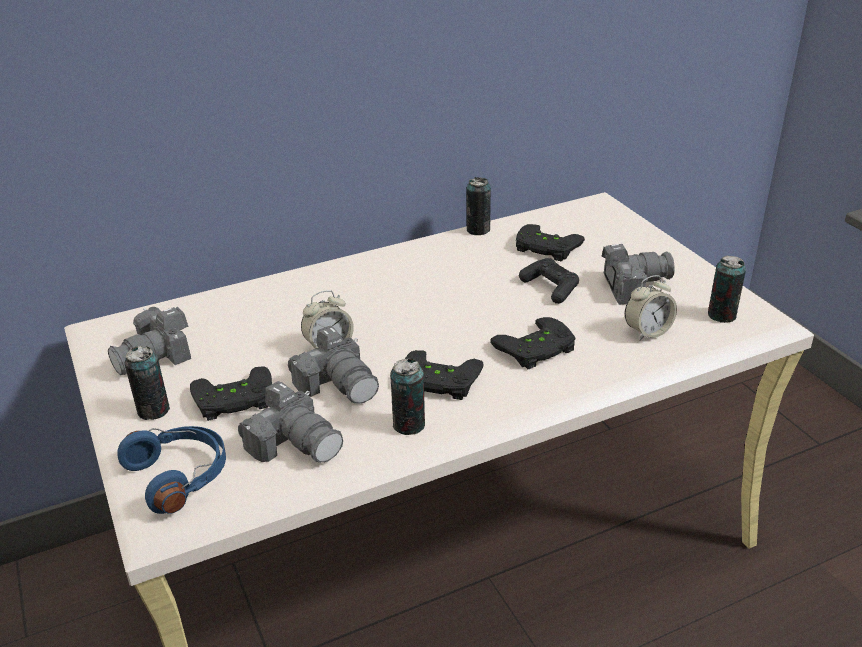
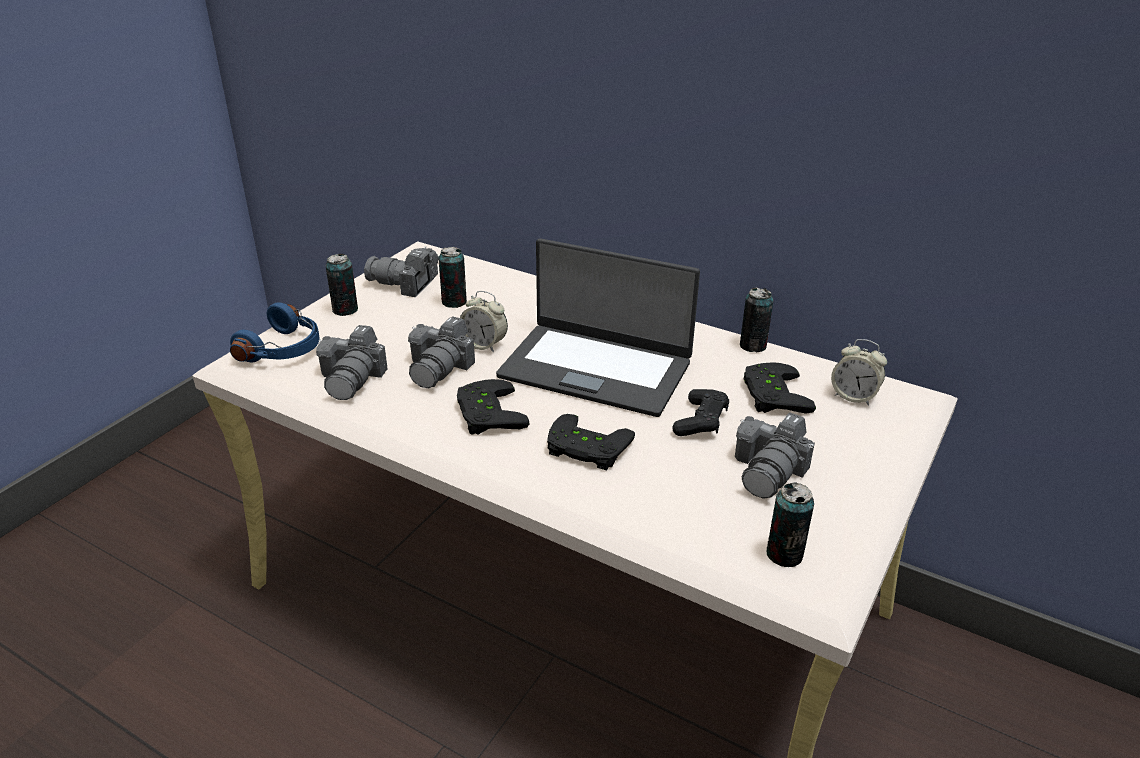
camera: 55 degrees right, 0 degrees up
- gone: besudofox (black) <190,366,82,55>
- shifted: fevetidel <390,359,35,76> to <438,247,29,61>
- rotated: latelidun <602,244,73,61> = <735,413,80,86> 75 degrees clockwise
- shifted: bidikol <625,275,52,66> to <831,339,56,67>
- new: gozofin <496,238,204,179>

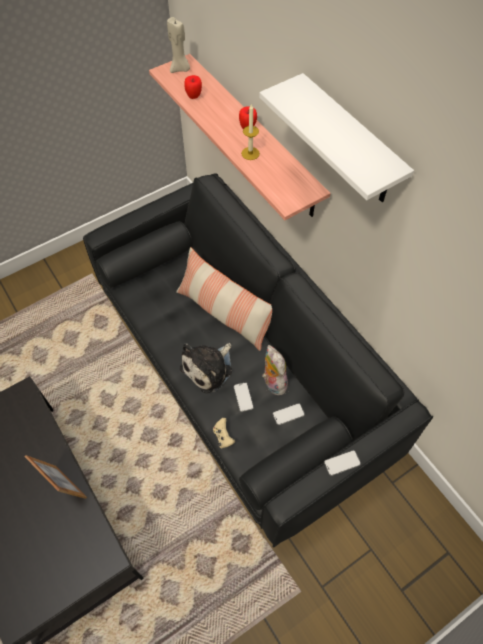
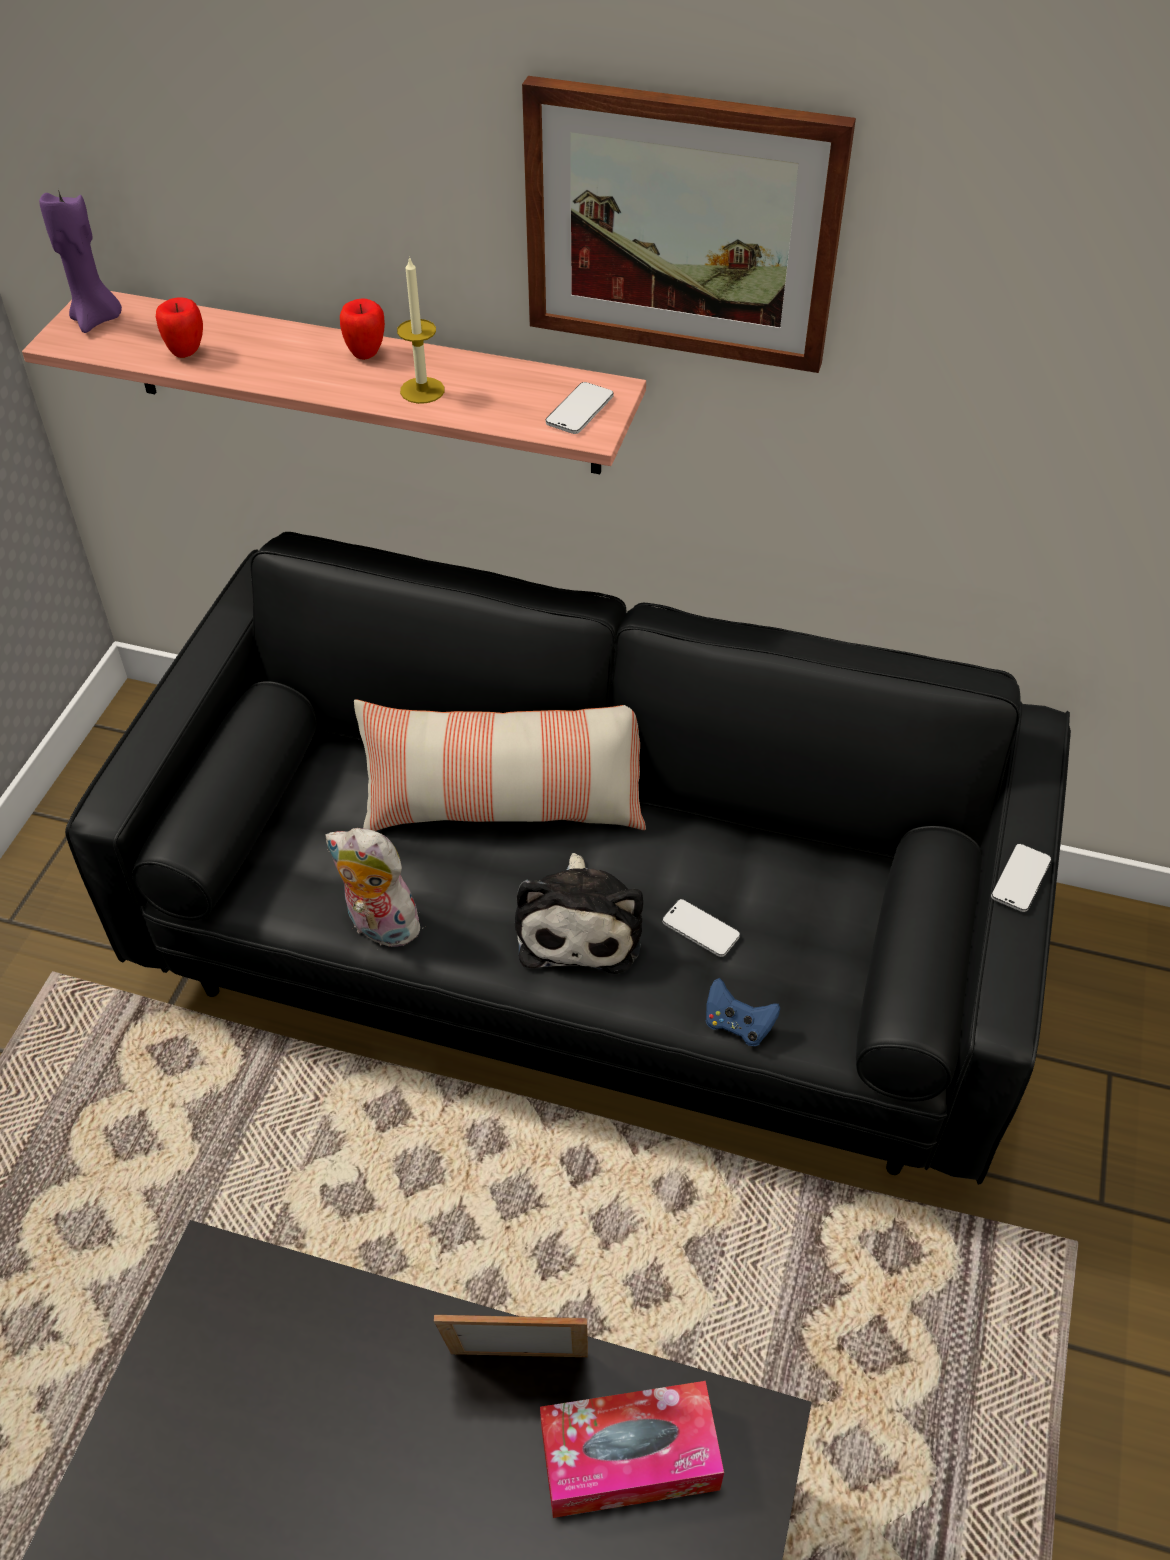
camera: 40 degrees left, 10 degrees down
- repainted: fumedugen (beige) <167,17,23,56> to fumedugen (purple) <39,190,83,143>
- repainted: besudofox (beige) <213,418,22,31> to besudofox (blue) <706,978,74,68>
- swapped: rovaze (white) <259,73,155,129> to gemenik <522,76,334,297>
- shifted: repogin <262,345,26,50> to <325,828,104,119>
- shifted: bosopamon <273,403,32,22> to <546,382,67,52>
- new: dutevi <540,1381,184,137>

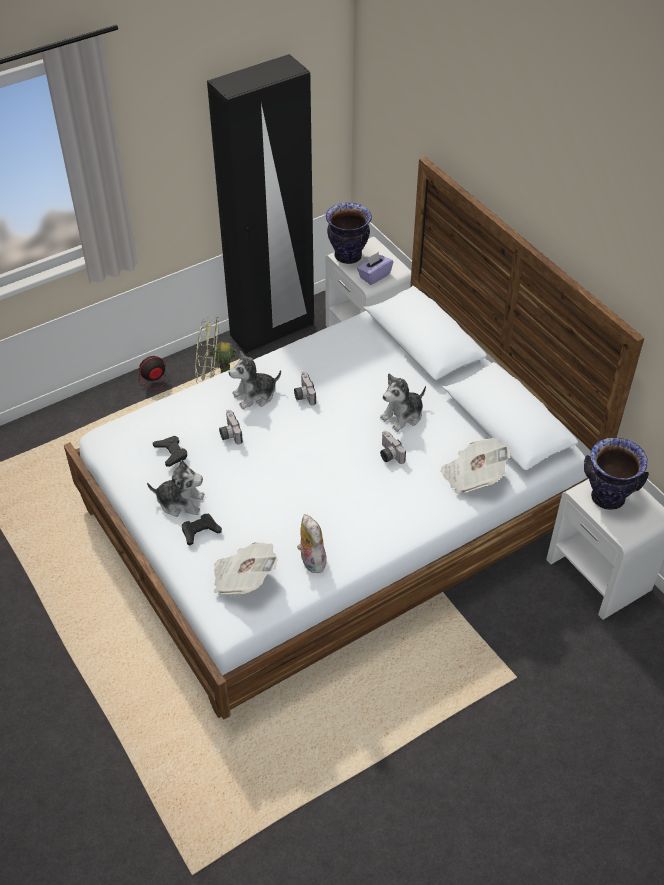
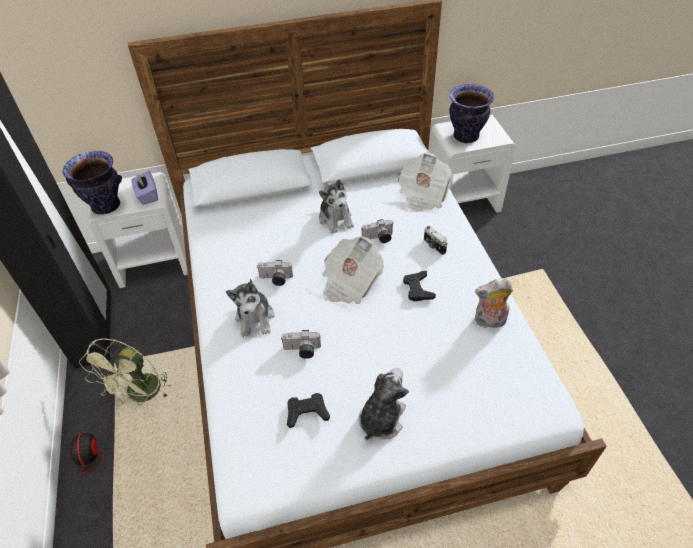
camera: 70 degrees left, 0 degrees up
- shifted: besudofox (black) <182,514,40,32> to <403,271,33,30>
- shifted: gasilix <214,542,63,52> to <322,236,62,68>
- new: latelidun <424,226,24,29>

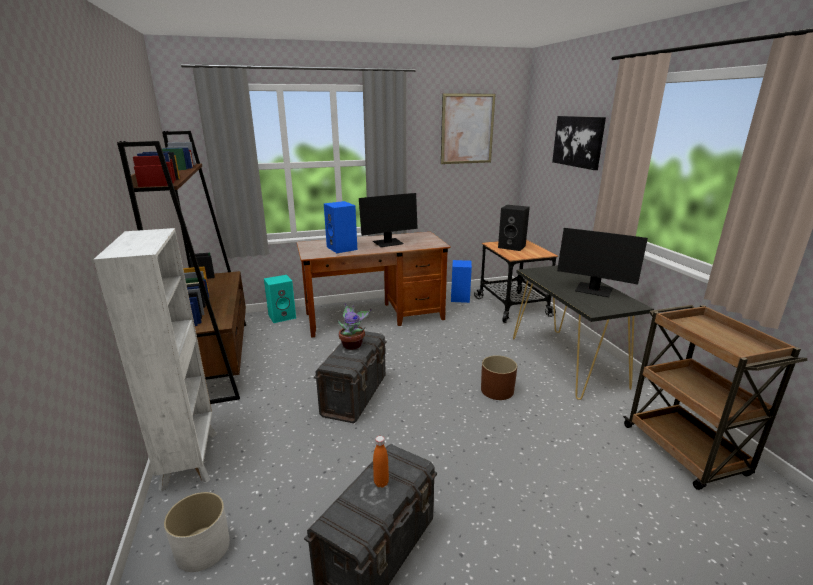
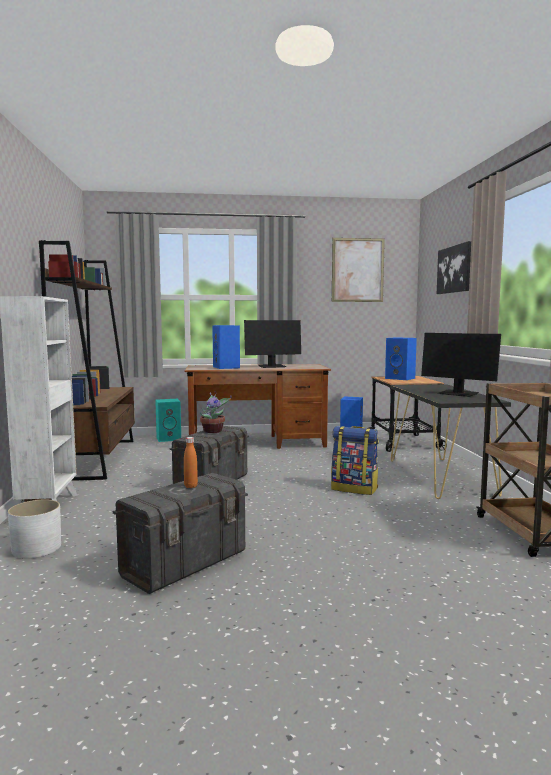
camera: 10 degrees right, 15 degrees down
- swapped: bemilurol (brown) <481,355,36,45> to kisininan <331,426,48,69>
- repainted: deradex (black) <498,205,32,46> to deradex (blue) <385,337,32,43>

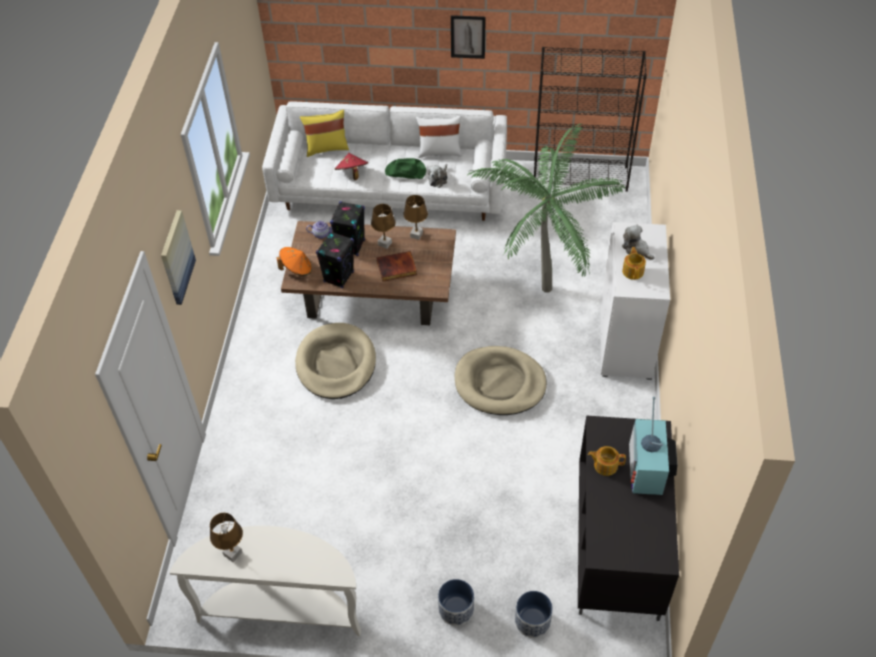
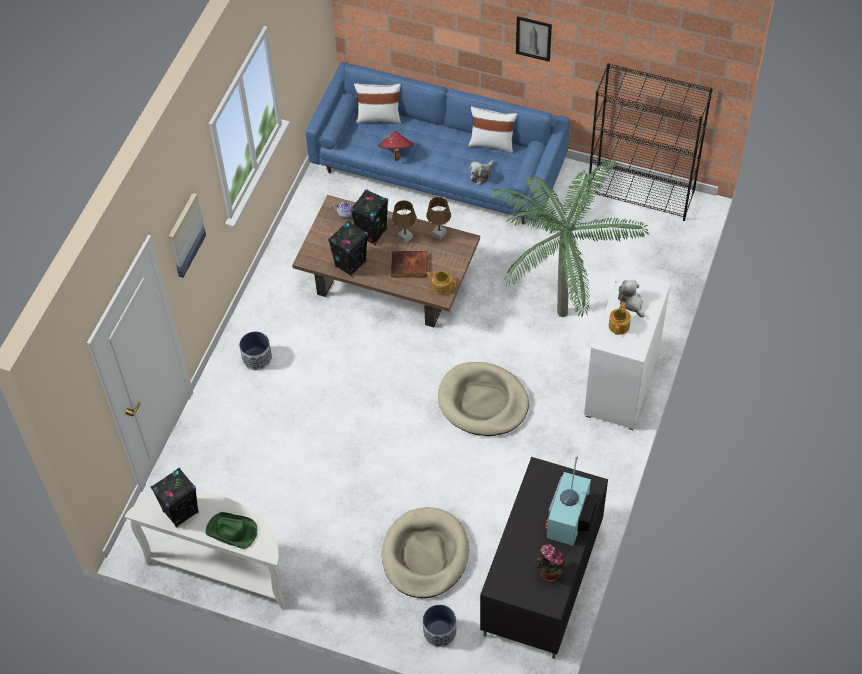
camera: 15 degrees right, 5 degrees up
- swapped: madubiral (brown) <210,513,33,49> to deradex (black) <151,468,48,60>
- repainted: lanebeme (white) <262,101,245,120> to lanebeme (blue) <306,62,264,162>
- gone: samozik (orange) <277,247,35,29>
- shifted: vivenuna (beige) <295,323,81,76> to <382,507,87,91>
- repainted: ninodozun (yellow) <300,109,49,48> to ninodozun (white) <354,83,47,41>
- shifted: samozik (green) <385,158,41,21> to <206,512,51,37>
- shifted: bemilurol <438,579,36,47> to <239,331,33,39>
- shifted: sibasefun <588,446,38,30> to <426,271,30,24>
- new: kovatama <533,544,32,39>

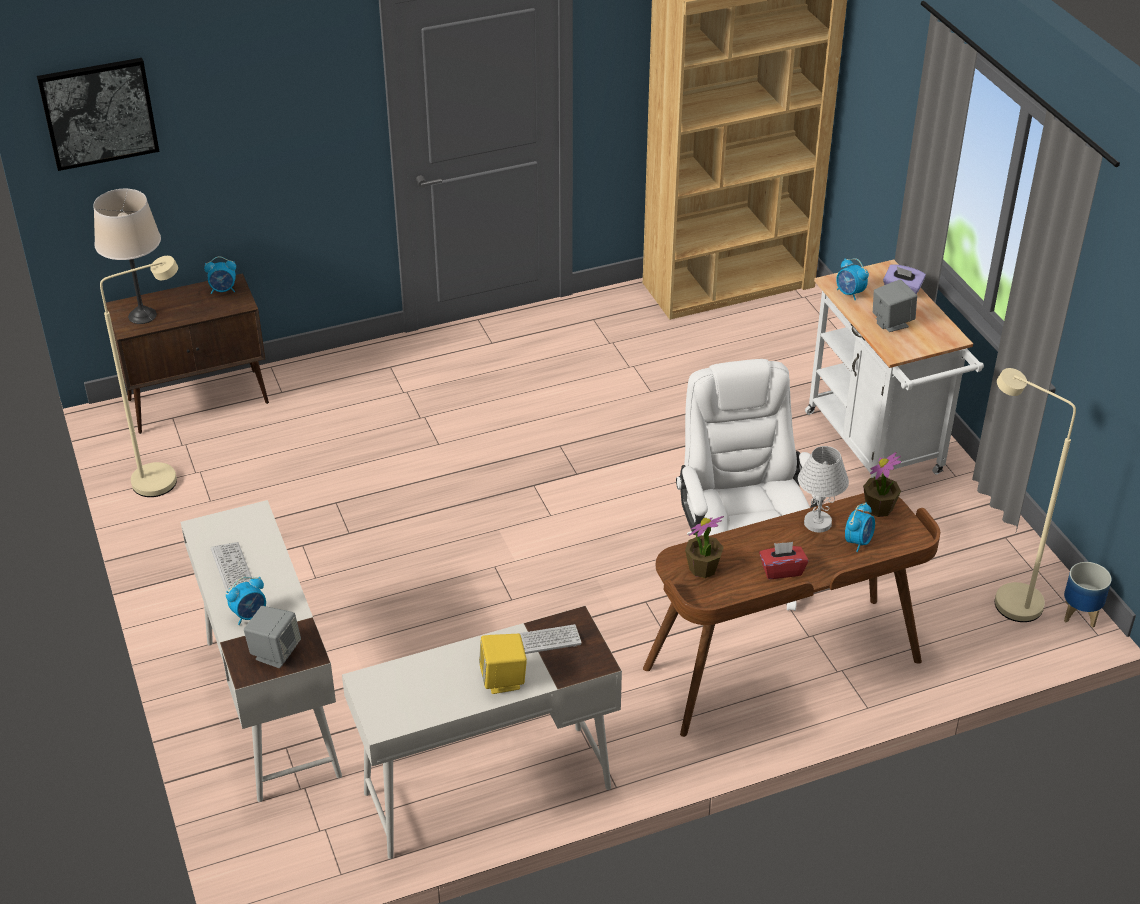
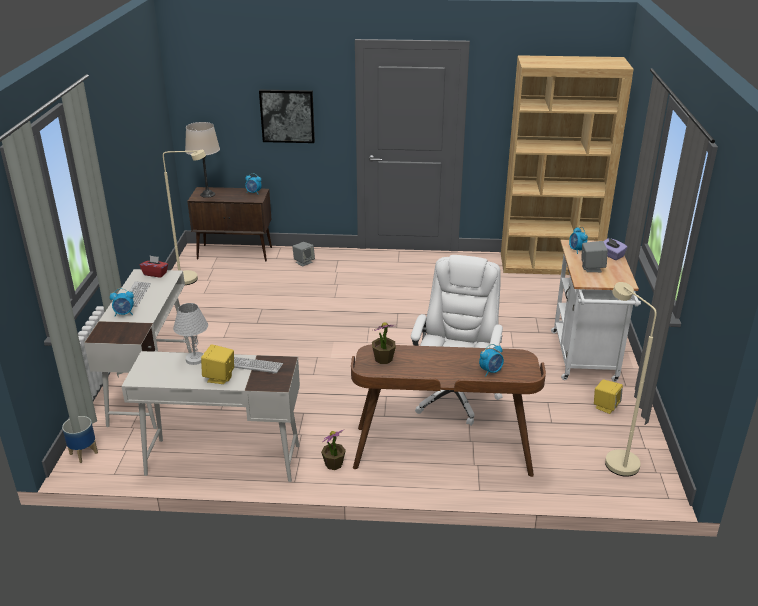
camera: 25 degrees right, 10 degrees down
- shifted: gemenik <37,58,123,113> to <259,90,56,53>
- shifted: deradex (grey) <244,606,57,62> to <292,242,23,25>
- shifted: dutevi (red) <759,542,49,37> to <140,256,28,21>
- shifted: madubiral (white) <798,446,51,86> to <173,303,35,62>
- shifted: kovatama <863,452,38,65> to <321,430,25,40>
- shifted: bemilurol <1064,562,47,66> to <62,416,36,47>
- new: deradex (yellow) <594,379,29,35>

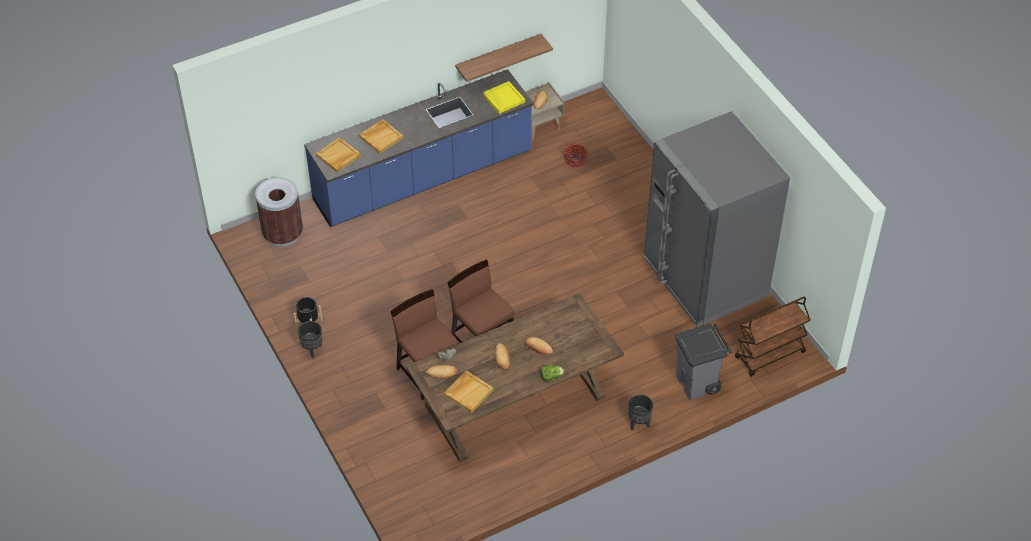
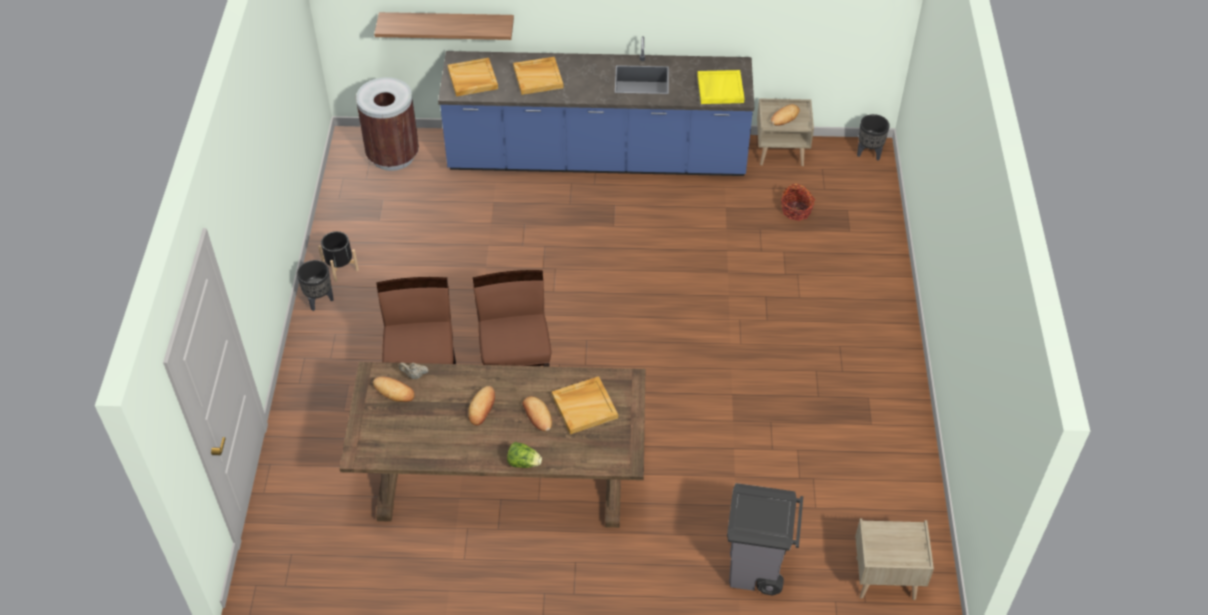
camera: 30 degrees right, 0 degrees up
- shifted: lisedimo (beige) <444,370,50,43> to <552,376,66,58>
- shifted: rovaze <455,34,98,48> to <374,12,140,28>
- shifted: bemilurol (black) <628,394,25,37> to <857,114,33,46>
- gone: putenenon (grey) <644,111,146,216>
- swapped: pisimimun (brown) <735,297,76,80> to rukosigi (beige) <855,518,79,82>

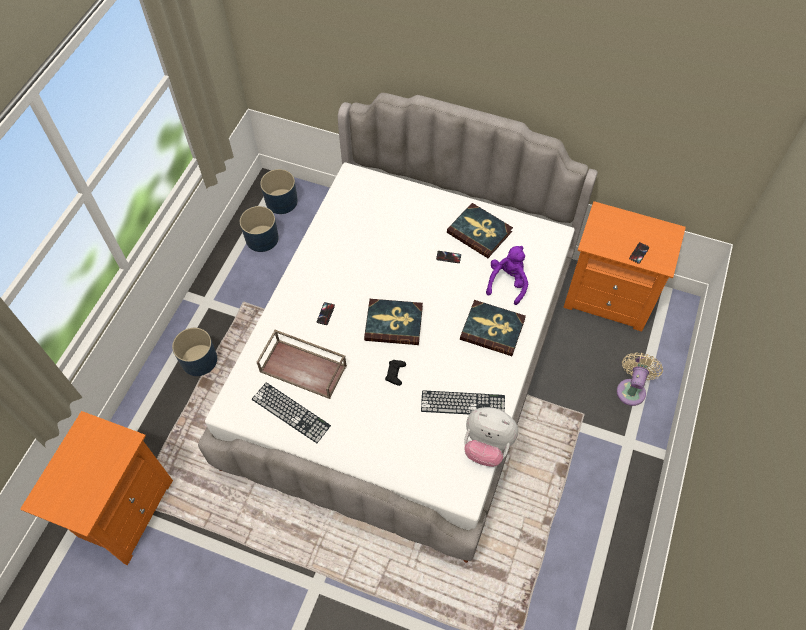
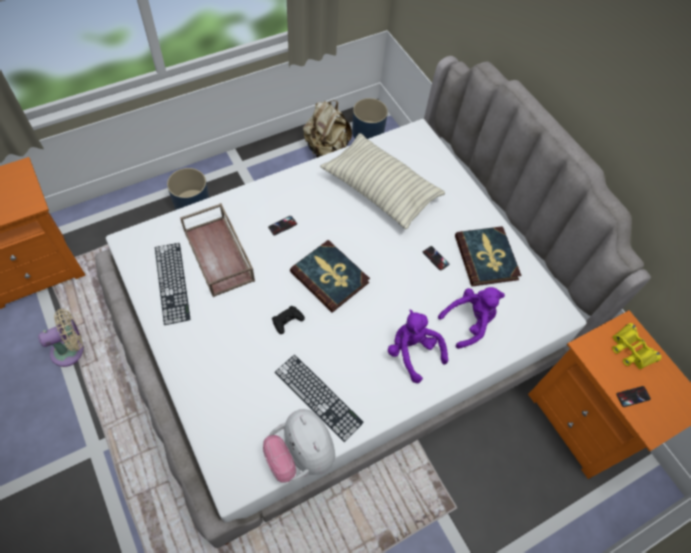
camera: 35 degrees right, 0 degrees up
- swapped: bemilurol (blue) <240,206,39,46> to kisininan (beige) <303,100,49,58>
- swapped: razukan <460,300,66,56> to repogin (purple) <388,310,60,73>
- shifted: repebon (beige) <617,352,46,54> to <38,309,45,58>
- new: ninodozun <320,133,125,96>
- new: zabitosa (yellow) <612,323,50,46>

